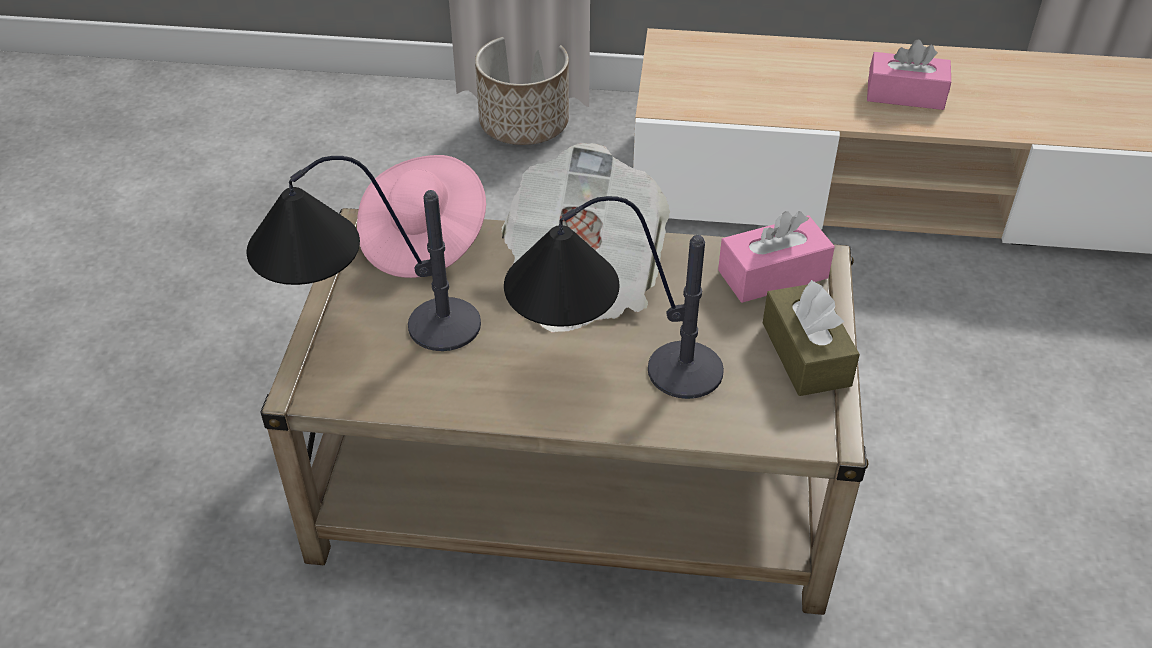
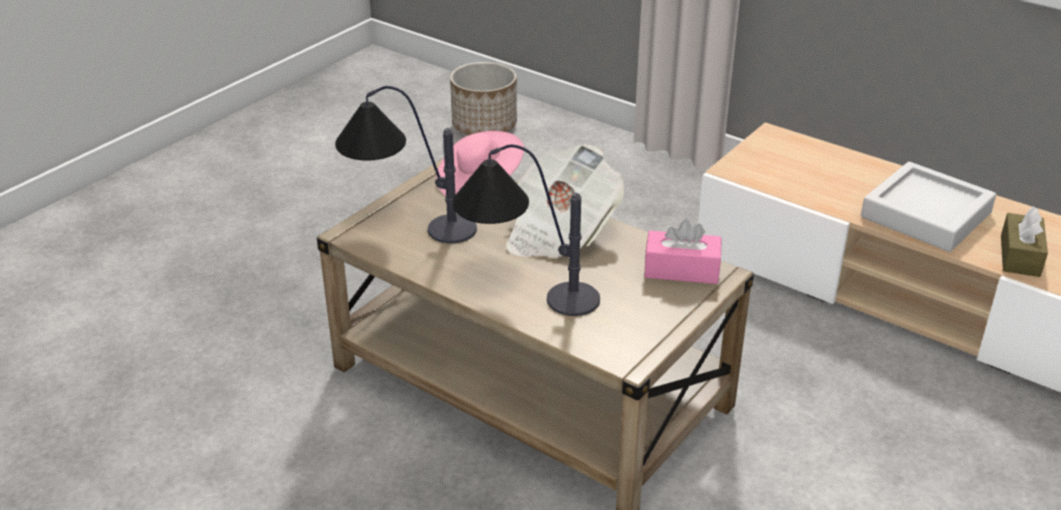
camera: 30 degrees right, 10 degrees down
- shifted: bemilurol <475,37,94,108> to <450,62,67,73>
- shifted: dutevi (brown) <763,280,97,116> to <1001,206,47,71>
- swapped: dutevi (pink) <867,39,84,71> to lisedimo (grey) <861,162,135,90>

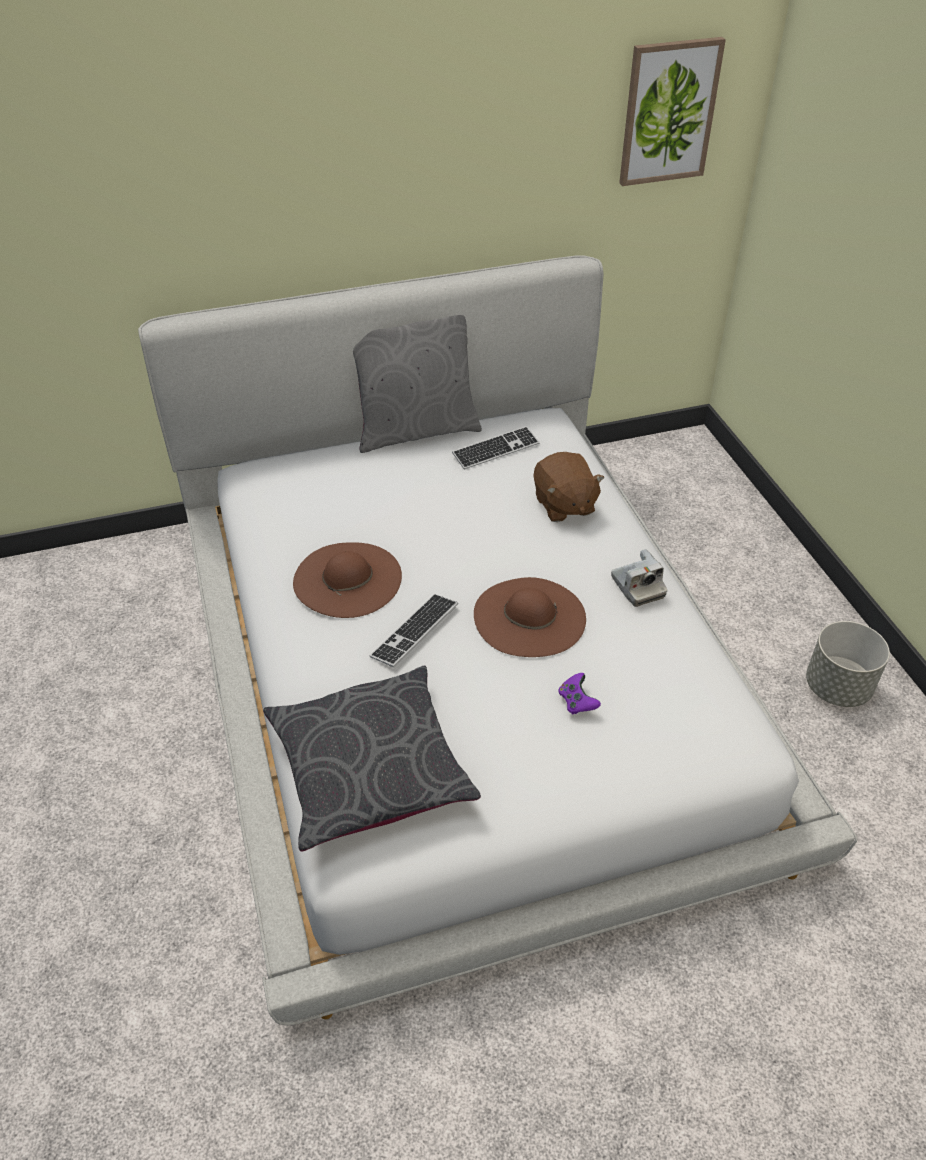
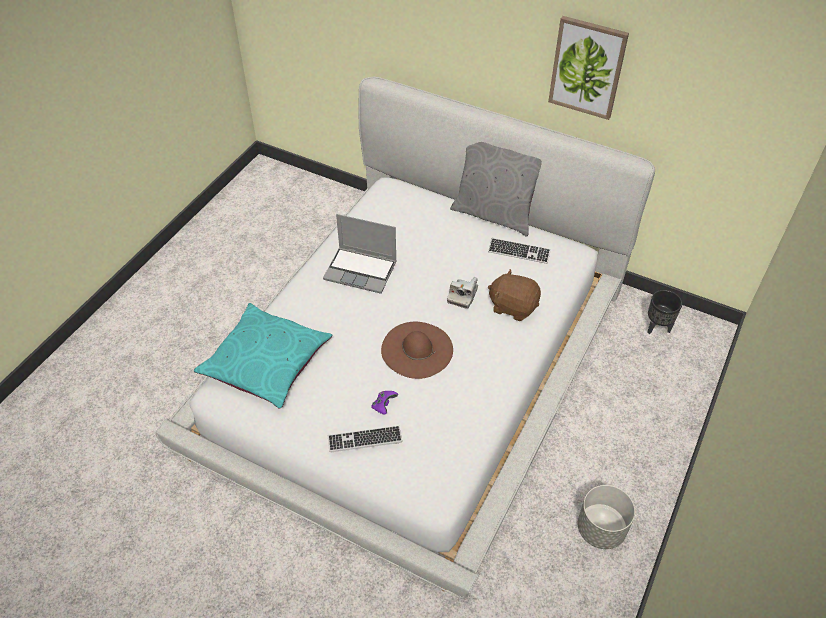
camera: 45 degrees right, 5 degrees up
- repainted: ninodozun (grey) <263,666,218,185> to ninodozun (turquoise) <194,303,138,106>
- swapped: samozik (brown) <293,542,109,76> to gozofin <323,214,74,80>
- shifted: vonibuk <369,594,89,74> to <328,426,74,26>
- rotated: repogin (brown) <534,452,71,70> = <488,269,53,52> 90 degrees clockwise
- shifted: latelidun <611,549,56,58> to <447,277,31,32>
- shifted: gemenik <619,37,107,149> to <548,16,81,104>
- new: bemilurol (black) <647,290,35,44>

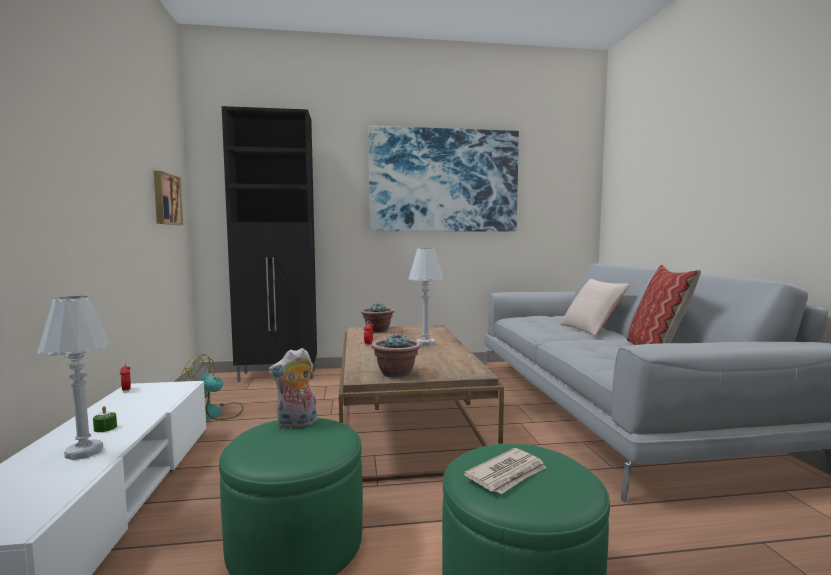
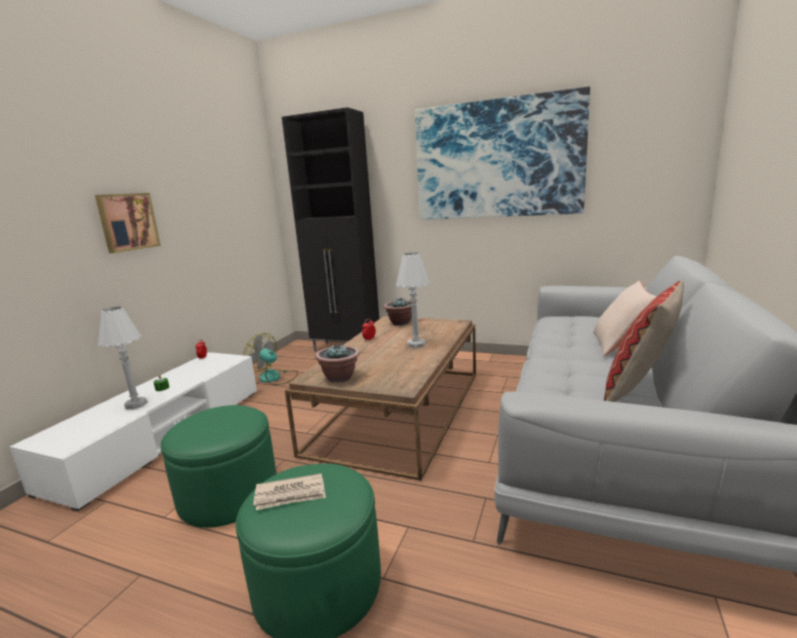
camera: 30 degrees right, 10 degrees up
- shifted: gemenik <154,171,29,54> to <95,193,66,60>
- gone: repogin <268,348,49,81>

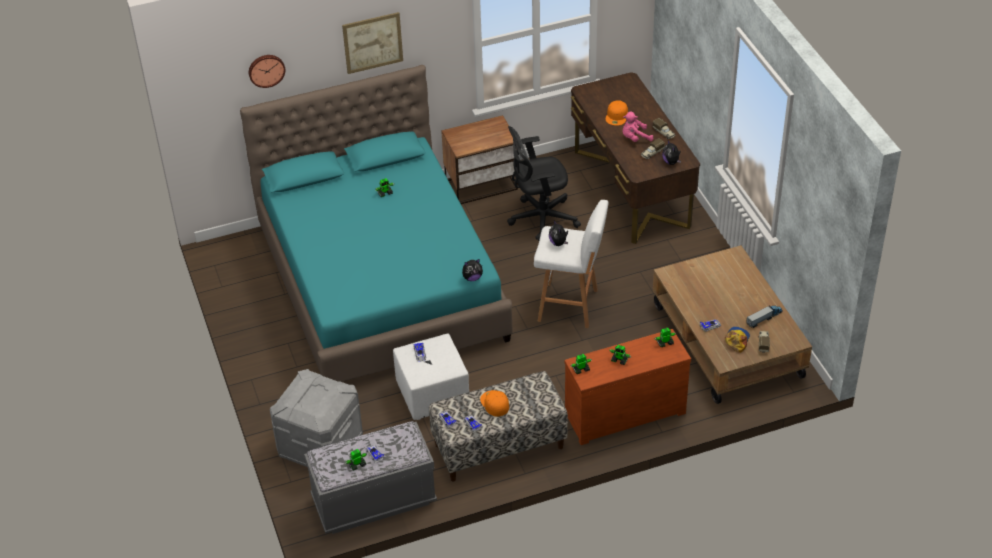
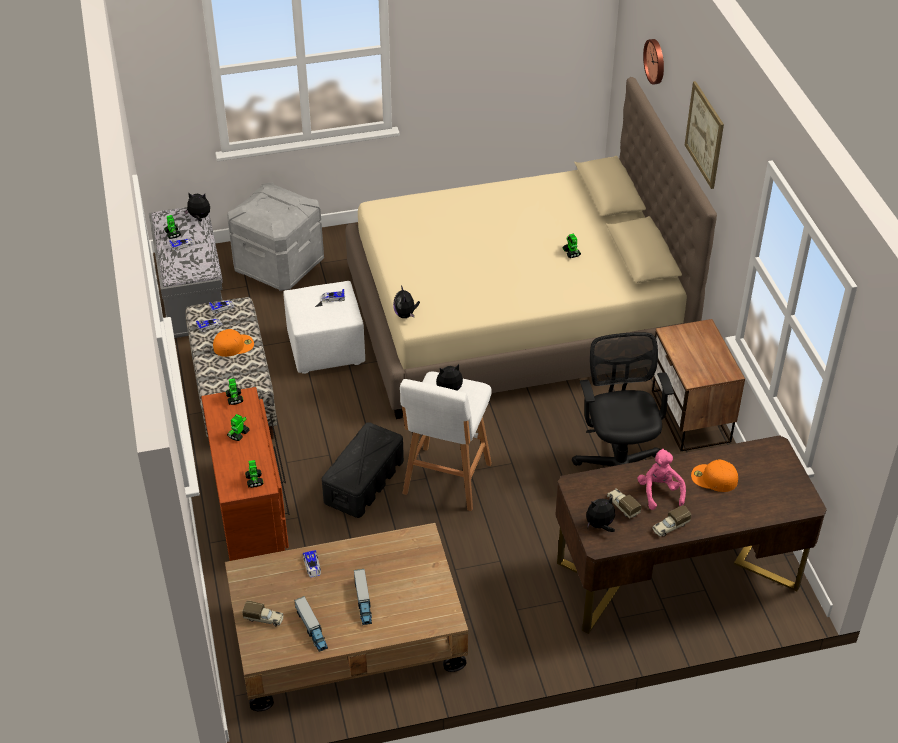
camera: 95 degrees right, 0 degrees up
- repainted: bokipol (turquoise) <240,65,272,317> to bokipol (beige) <345,77,372,342>
- gone: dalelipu <725,327,25,26>
- new: repogin <184,192,26,30>
- new: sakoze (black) <322,422,82,96>
- new: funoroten <354,569,18,56>

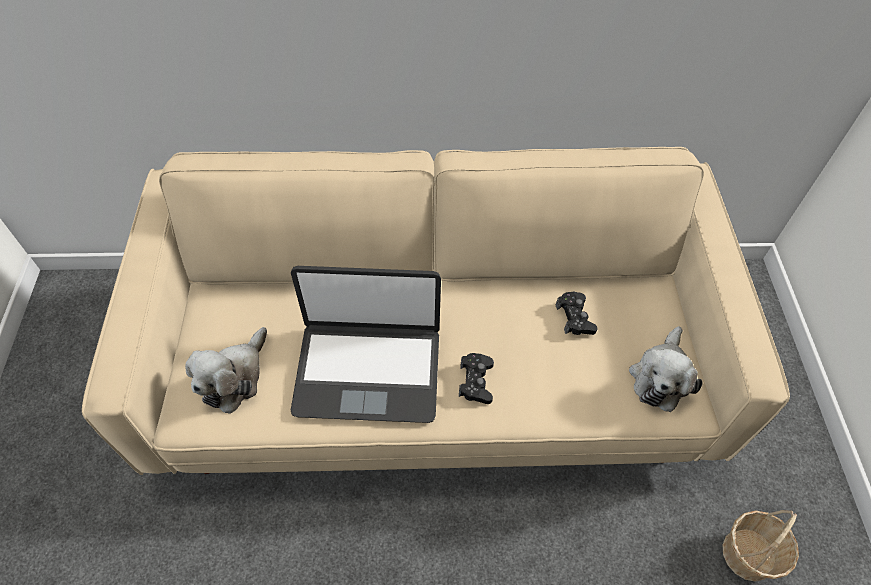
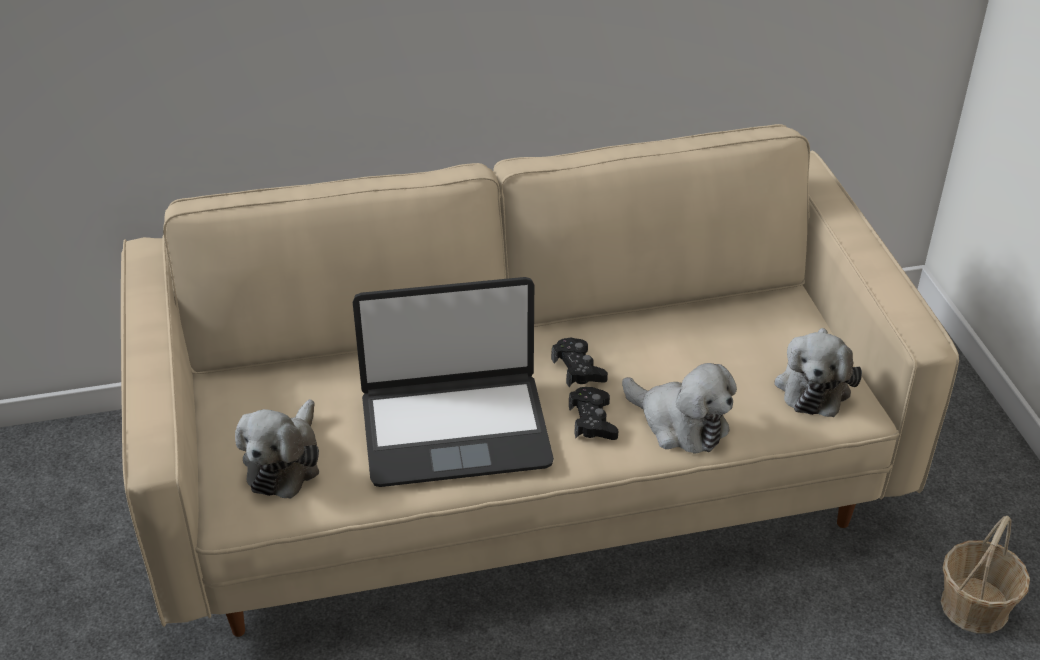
camera: 10 degrees left, 15 degrees down
- shifted: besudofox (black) <556,292,42,43> to <551,337,57,50>
- new: repogin <622,363,115,90>

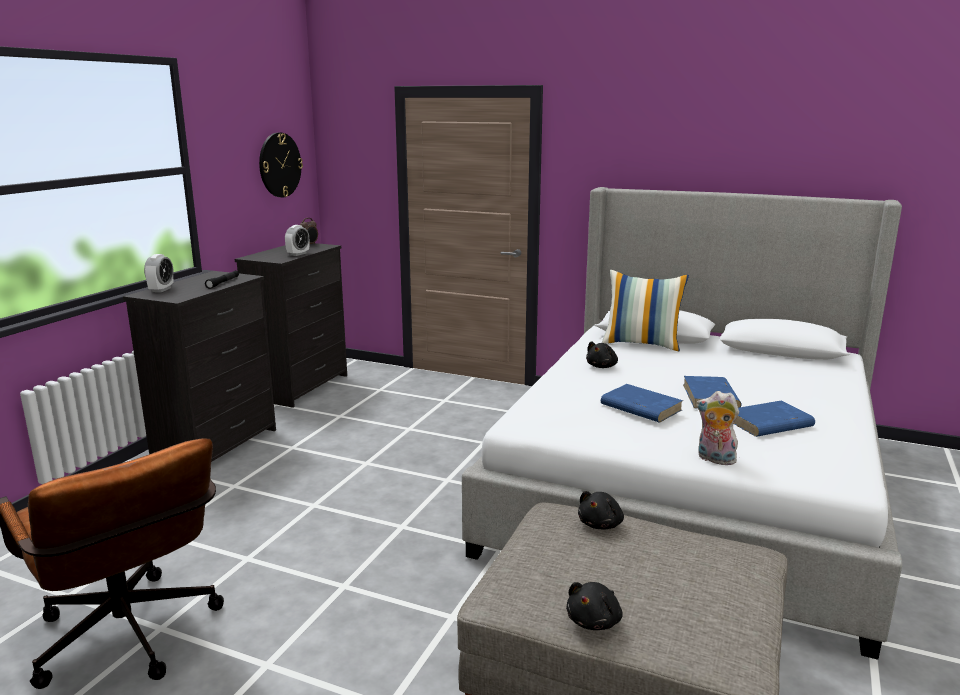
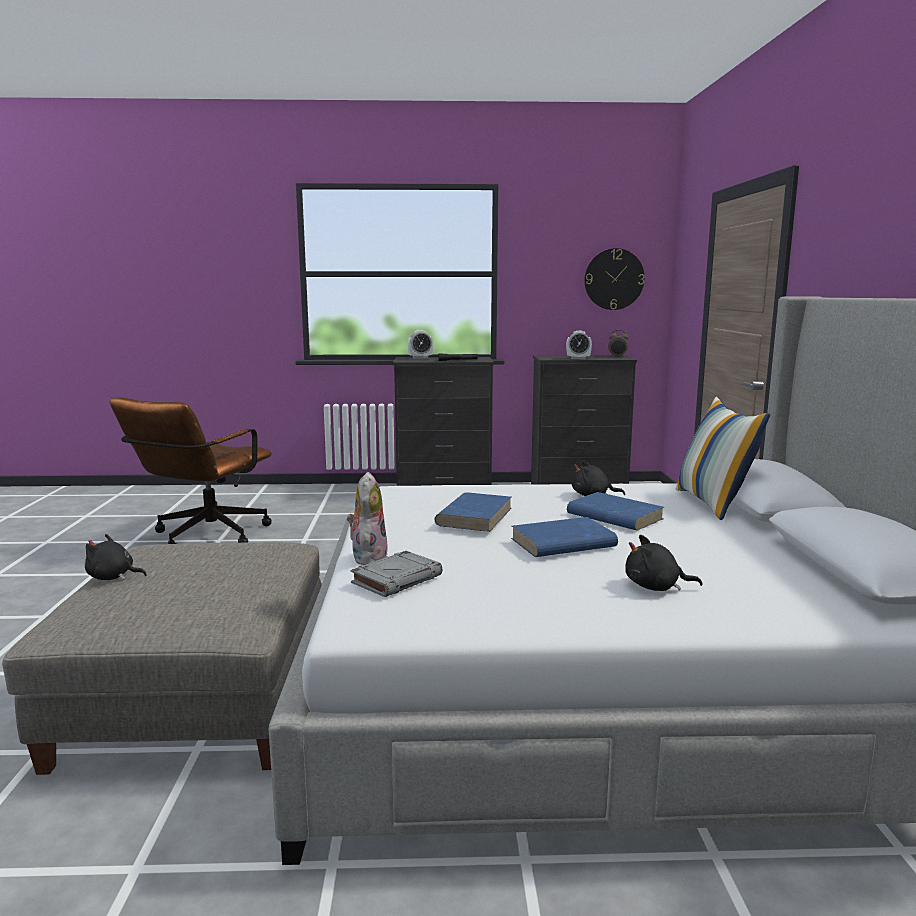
camera: 65 degrees right, 5 degrees down
- shifted: repogin (black) <578,491,46,38> to <625,535,77,56>
- shifted: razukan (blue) <734,401,81,36> to <567,492,97,39>
- new: razukan (grey) <350,551,92,46>

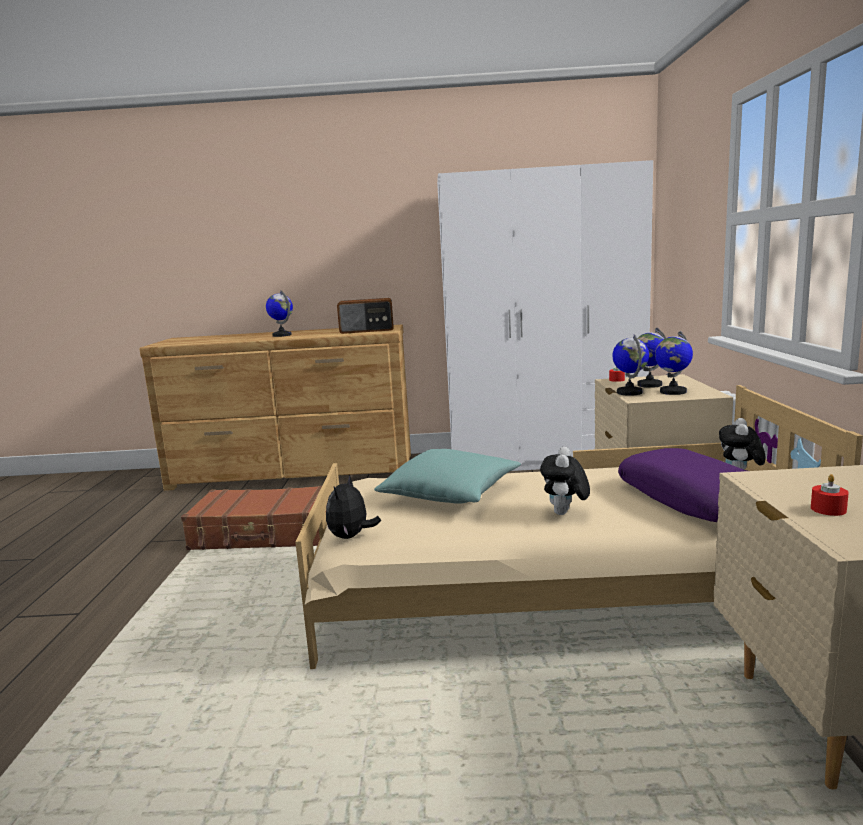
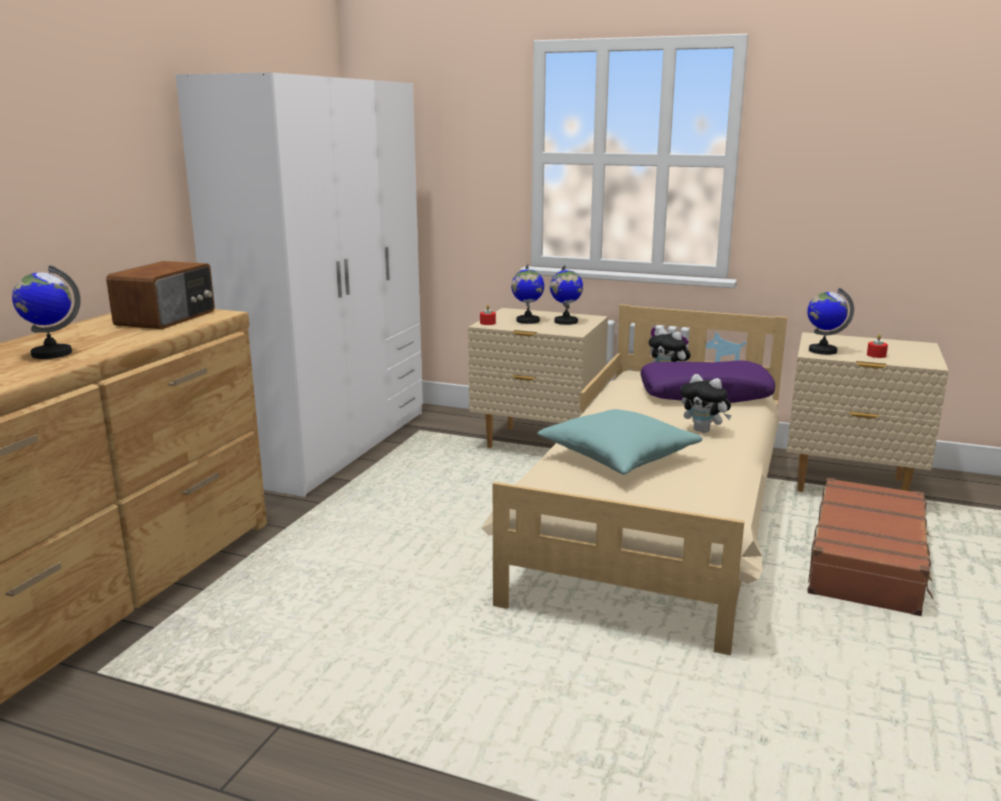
camera: 70 degrees left, 5 degrees up
- shifted: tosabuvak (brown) <181,486,141,64> to <807,478,126,138>
- gone: repogin <326,475,55,64>
- shifted: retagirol <612,334,37,62> to <807,288,47,67>

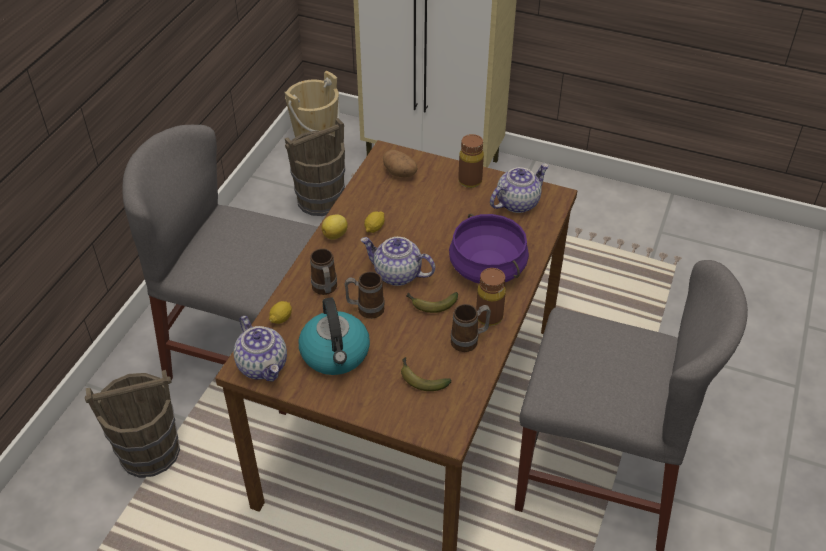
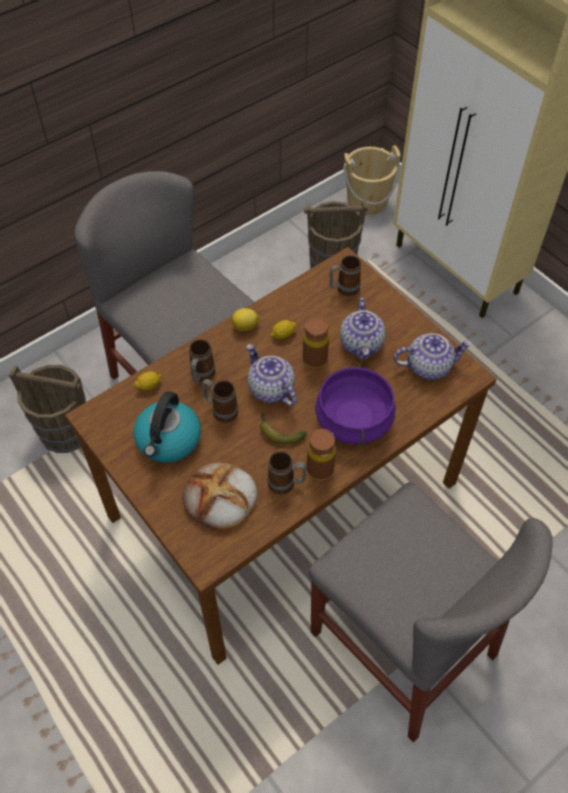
camera: 30 degrees right, 10 degrees up
- shifted: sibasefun <234,316,53,66> to <340,298,46,62>
- swapped: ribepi <383,150,35,27> to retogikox <330,255,31,42>
- swapped: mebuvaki <401,357,51,34> to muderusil <182,463,75,67>
- shifted: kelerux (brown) <458,134,26,54> to <303,317,26,51>

